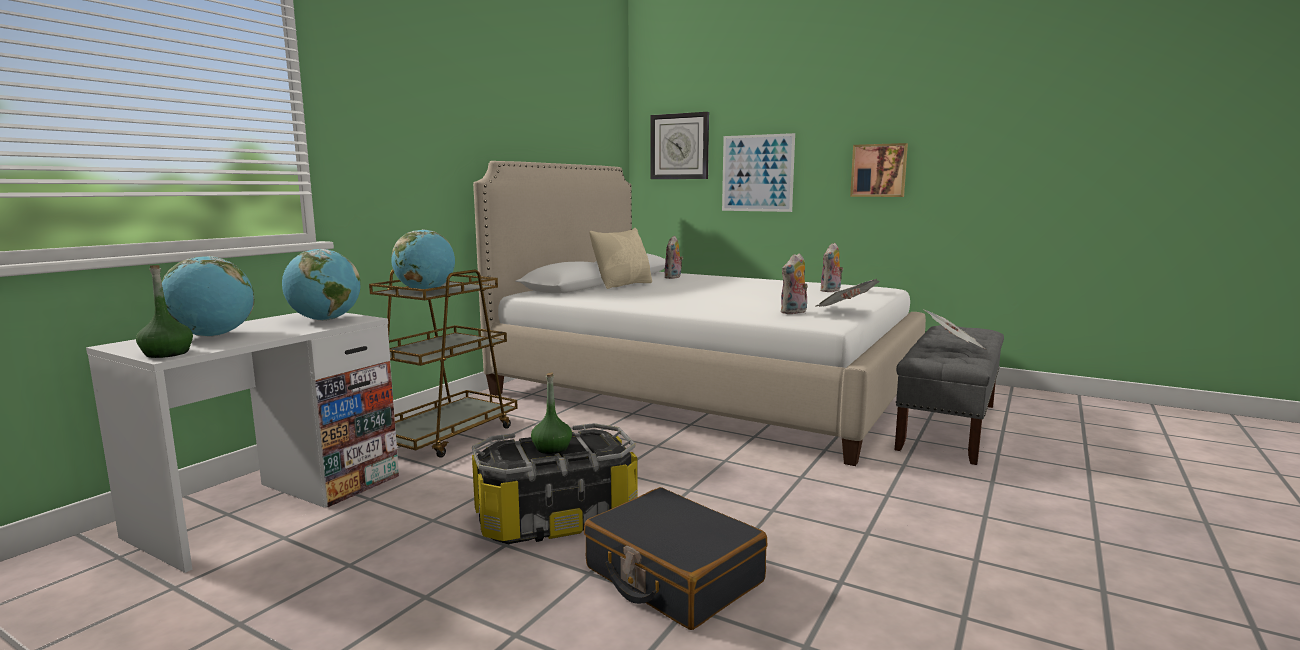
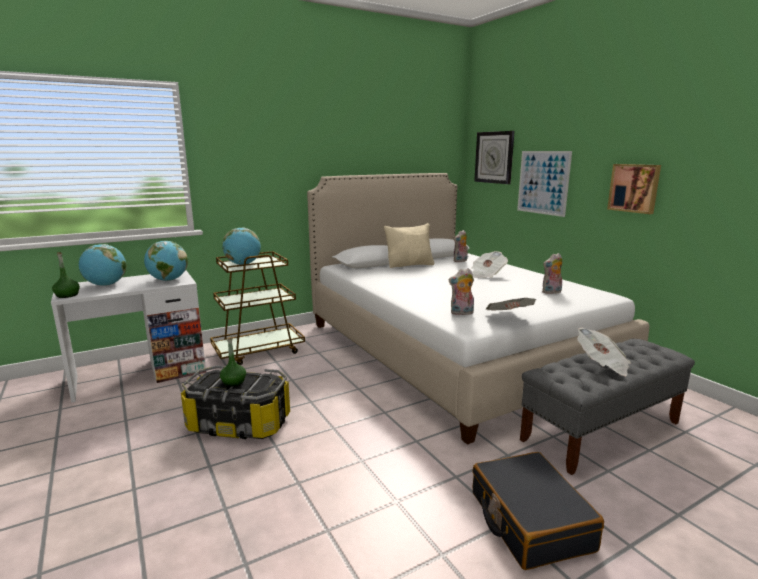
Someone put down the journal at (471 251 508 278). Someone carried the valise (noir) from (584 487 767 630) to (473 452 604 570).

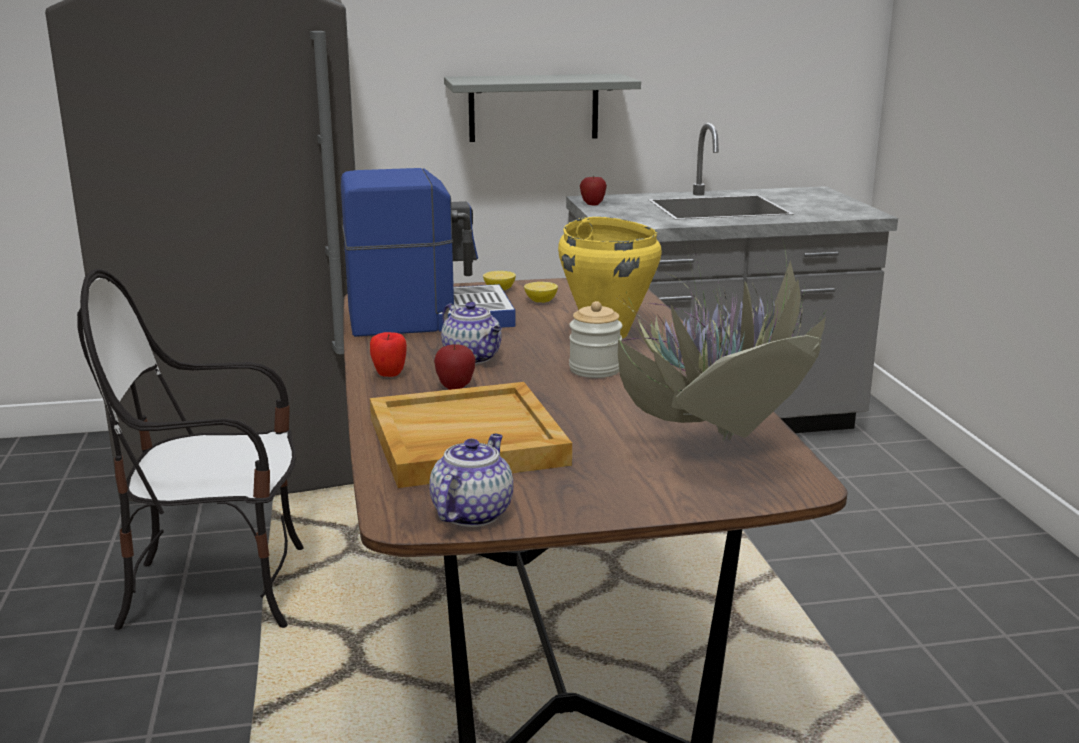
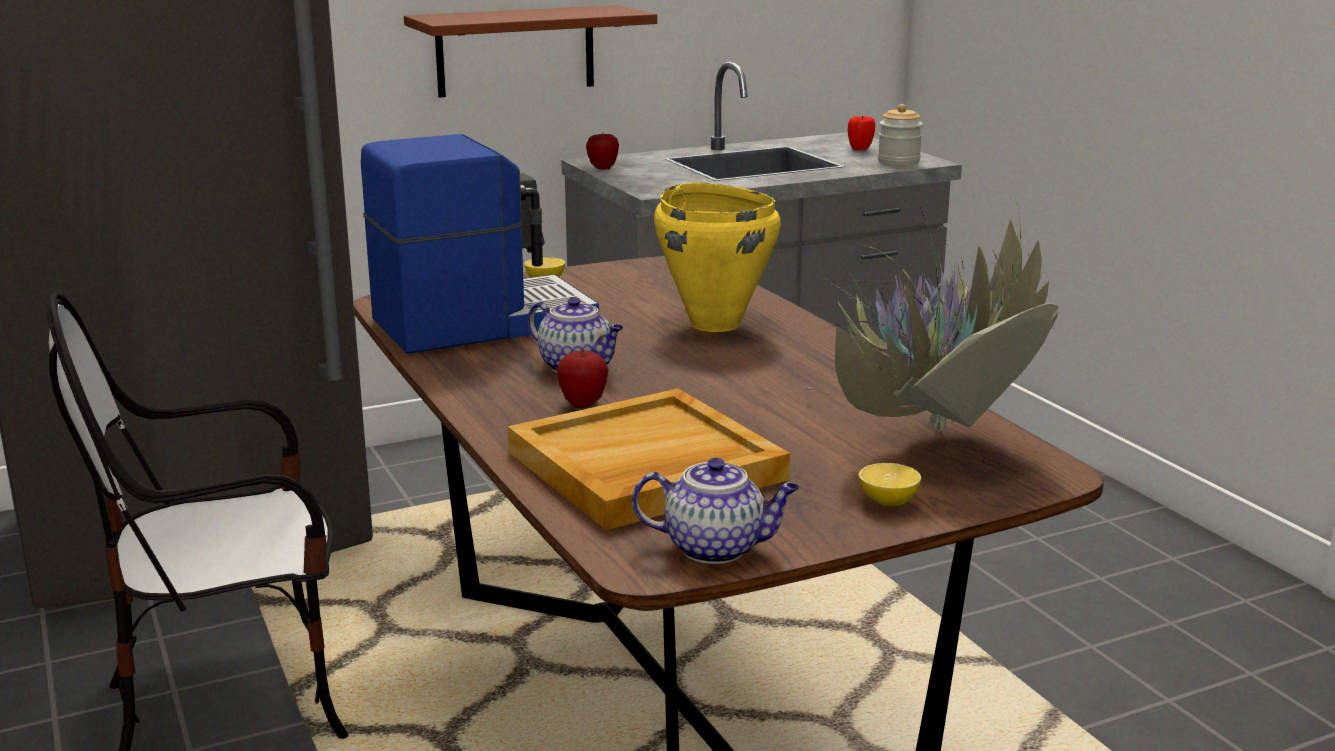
Someone repainted the étagère (gris) at (444 74 641 142), which became the étagère (marron) at (404 5 657 98). Someone rotated the théière at (429 434 513 527) by 90 degrees clockwise. Someone carried the pomme from (370 332 407 377) to (848 116 875 150). Someone carried the citron from (524 282 558 303) to (859 463 921 506). Someone carried the bocal from (569 301 623 378) to (878 104 923 166).

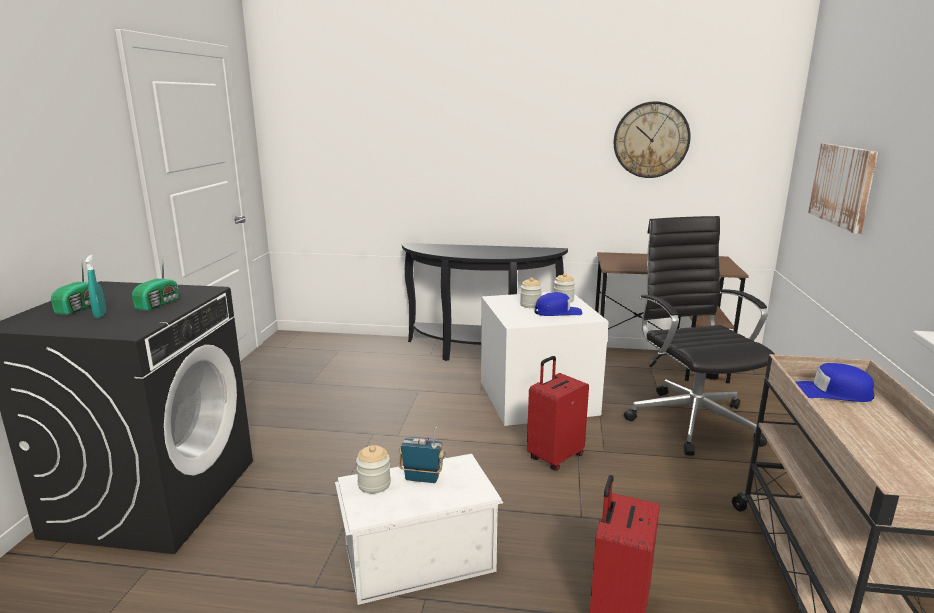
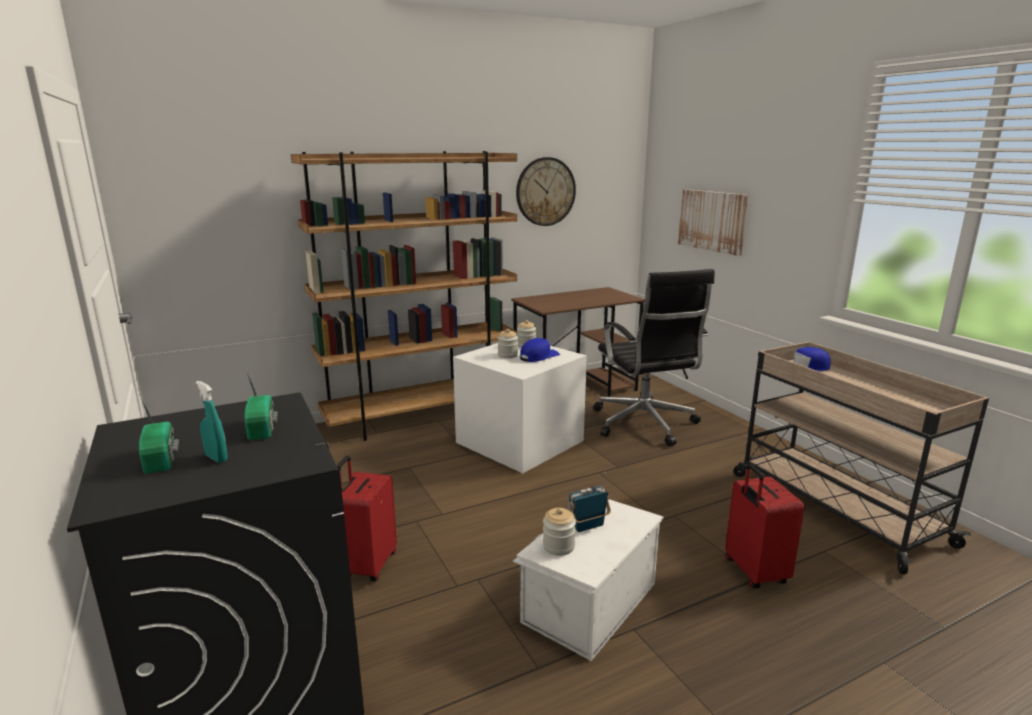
Someone swapped the table console (noir) at (402 243 568 361) for the bibliothèque (marron) at (291 151 517 441). Someone carried the valise (rouge) from (527 356 589 471) to (337 456 397 581). Someone rotated the chaise de bureau (noir) at (624 216 775 456) by 150 degrees counterclockwise.

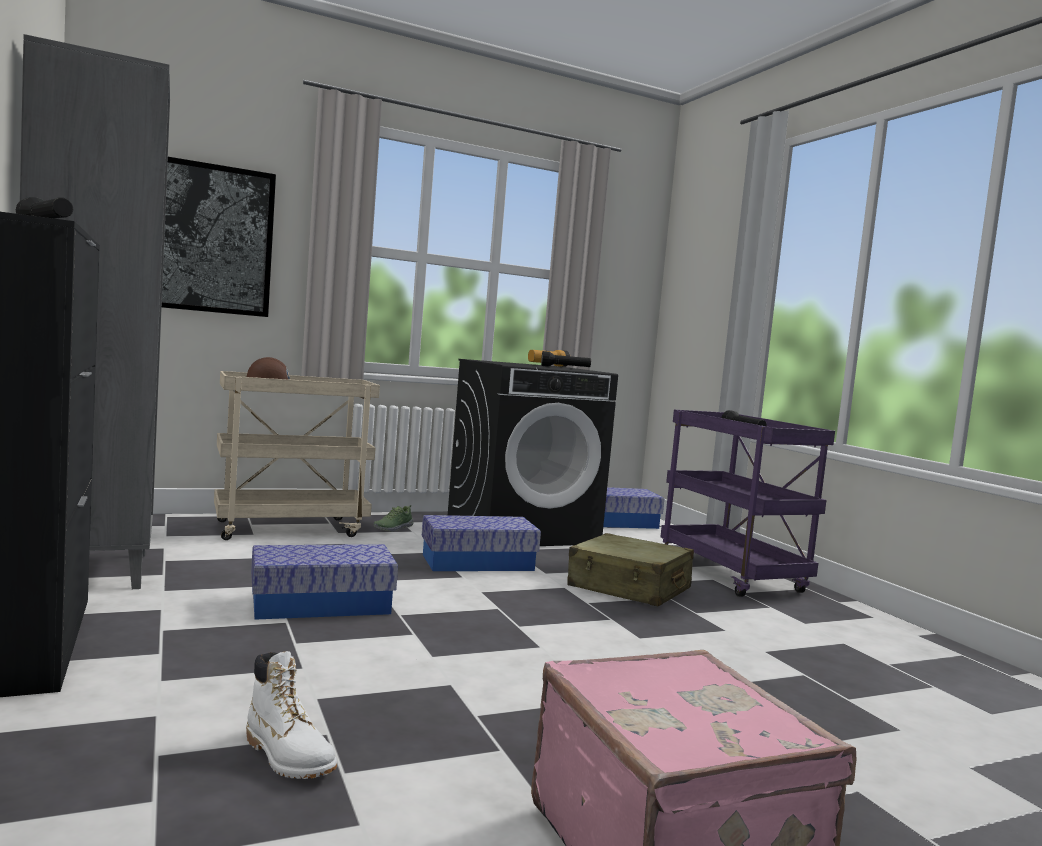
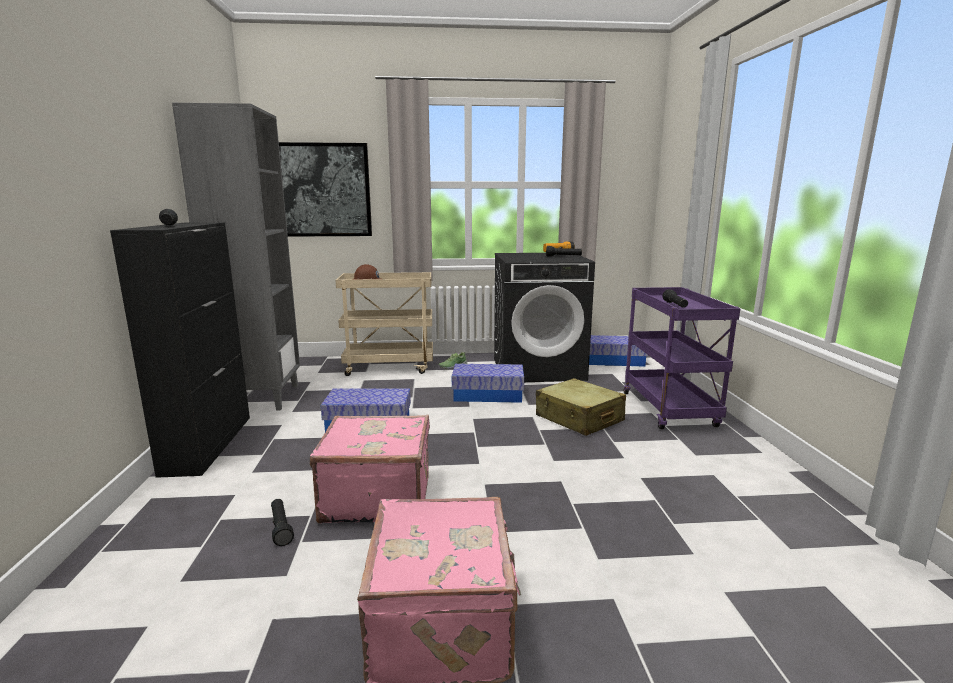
Someone swapped the botte (blanc) at (246 651 337 779) for the lampe de poche (noir) at (271 499 294 546). Someone put down the valise (rose) at (310 415 430 524).

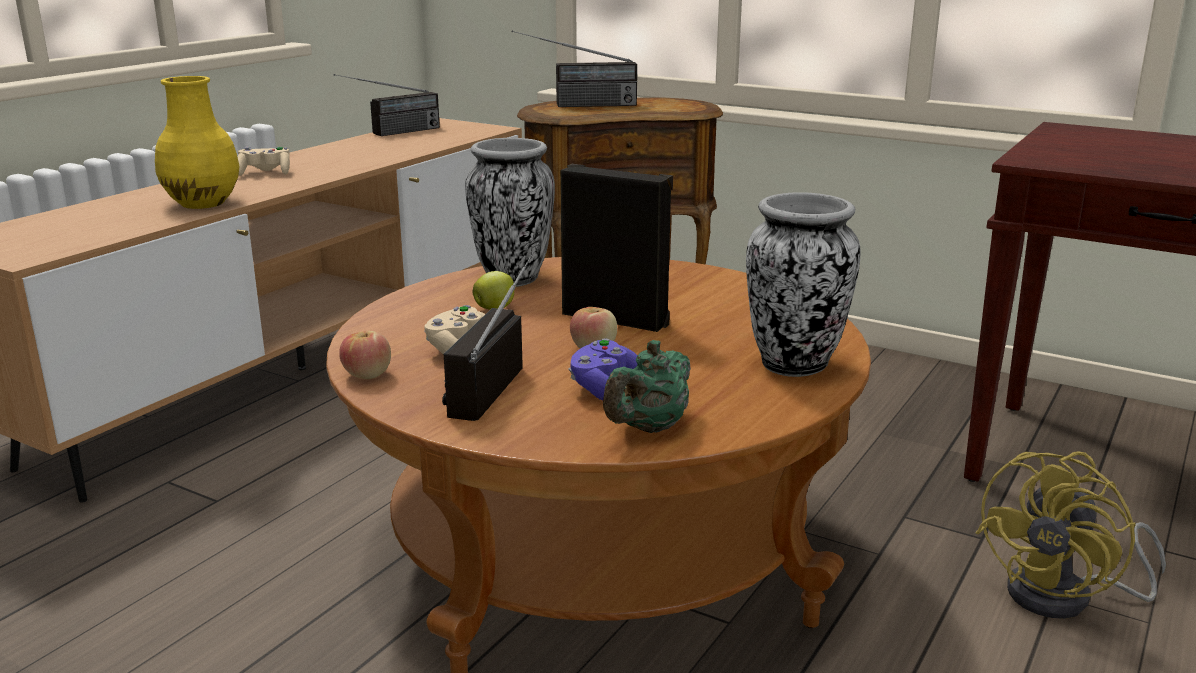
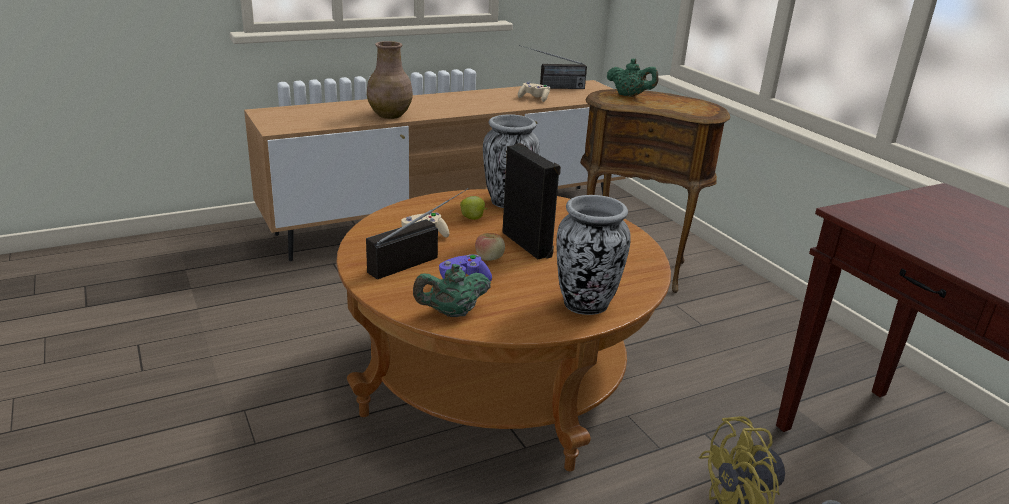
Someone repainted the vase (jaune) at (155 76 240 209), which became the vase (marron) at (367 41 413 119). Someone carried the manette (beige) from (237 146 290 176) to (518 82 550 102). Someone swapped the radio at (512 30 637 107) for the théière (vert) at (607 59 658 97). Someone took away the pomme at (339 331 391 379).

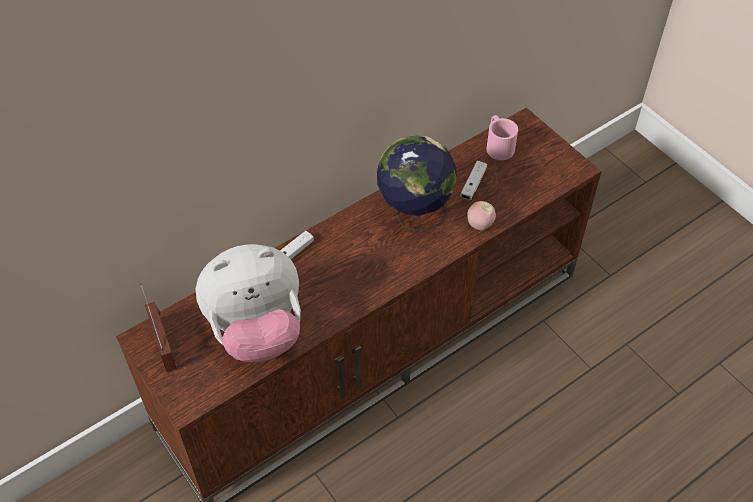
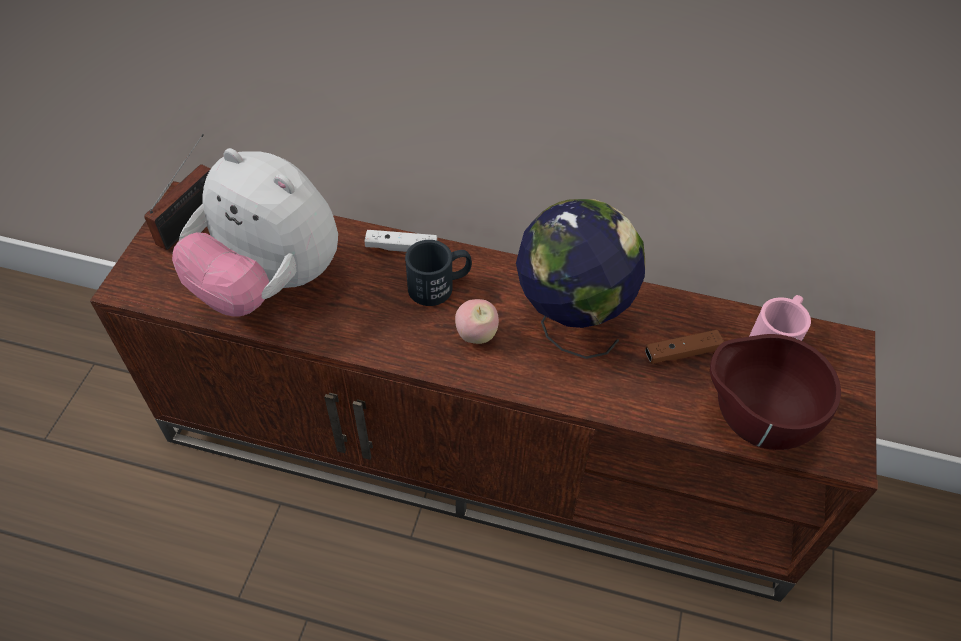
Someone put down the mug (noir) at (405 240 472 306). Someone carried the pomme from (467 201 496 231) to (455 299 499 344). Someone repainted the manette (blanc) at (460 161 487 200), which became the manette (marron) at (645 330 724 364). Someone put down the bol (marron) at (710 334 841 450).

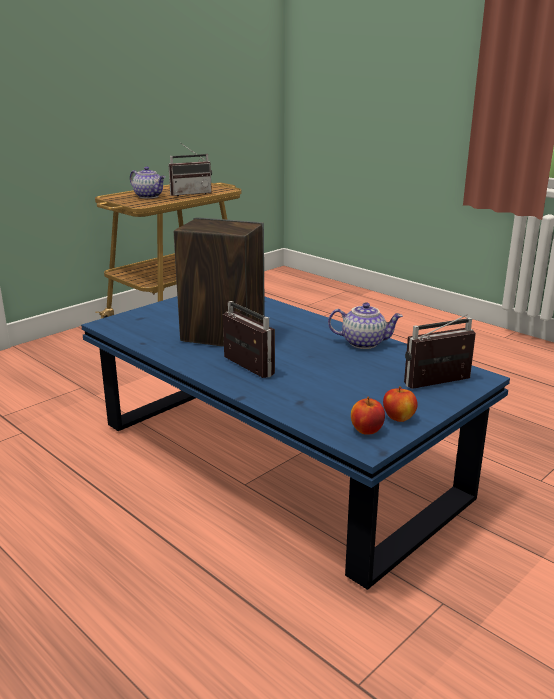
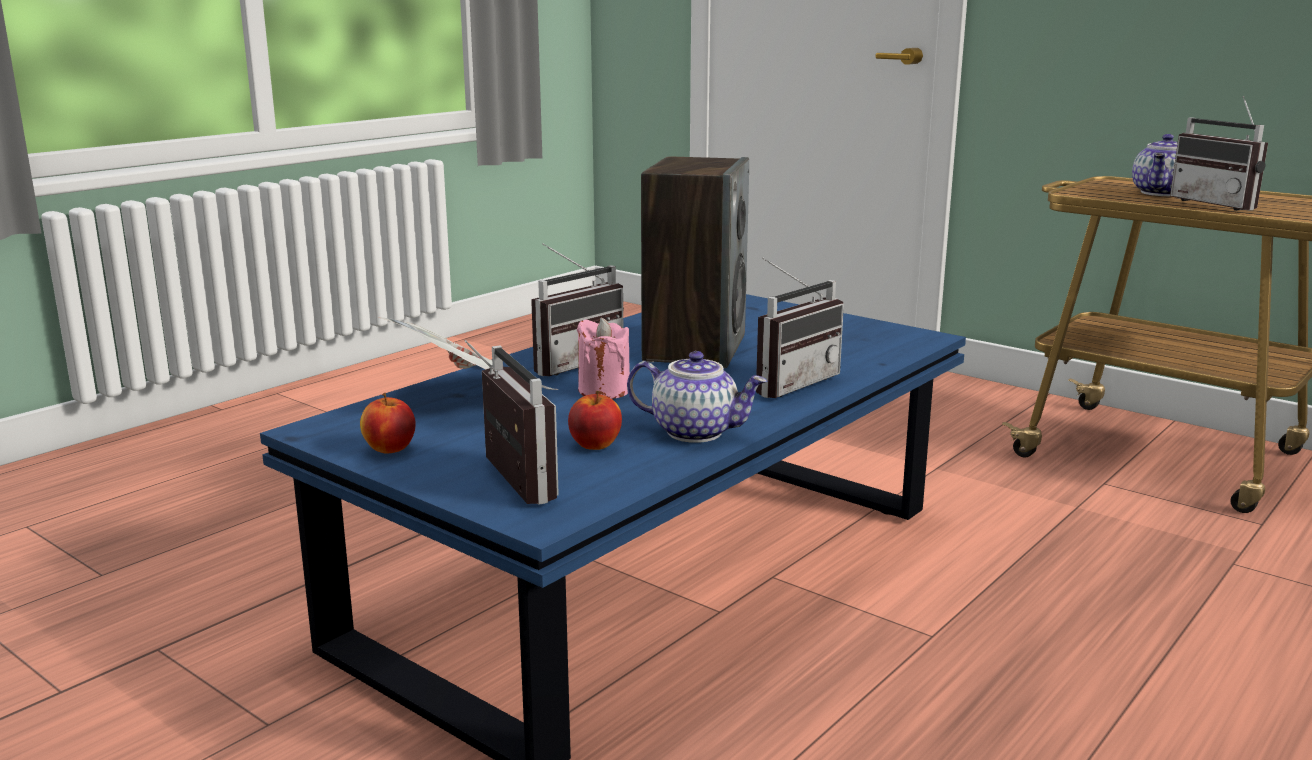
Someone put down the journal at (381 318 558 390). Someone carried the pomme from (351 396 385 435) to (568 391 622 450). Someone put down the bougie (rose) at (577 318 630 399). Someone rotated the théière at (328 302 403 349) by 75 degrees counterclockwise. Someone put down the radio at (756 257 844 398).

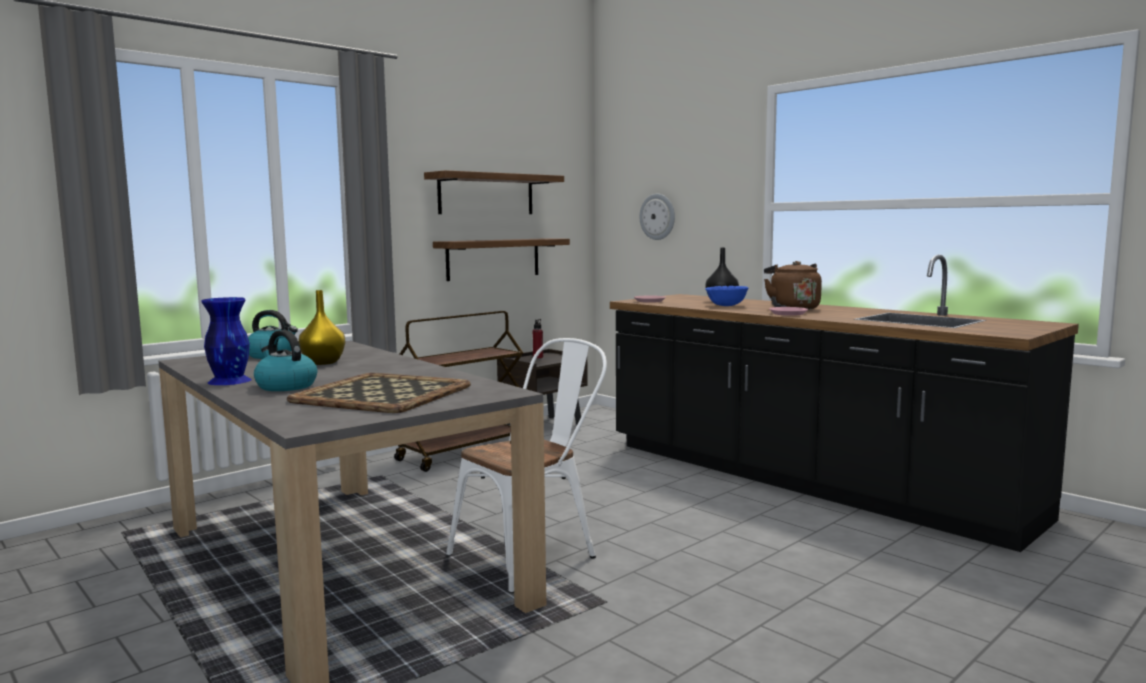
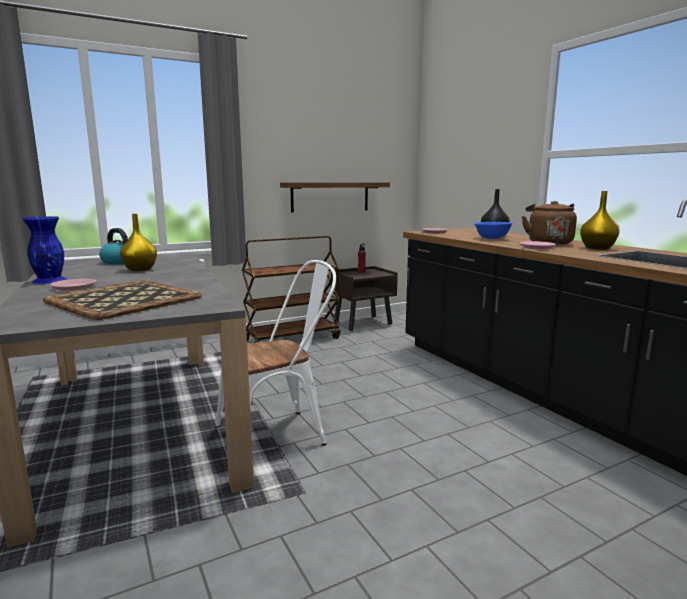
Someone swapped the bouilloire at (254 330 317 391) for the assiette (rose) at (50 278 96 291). Someone put down the vase (jaune) at (580 191 620 250). Someone took away the étagère at (424 170 564 214). Someone took away the horloge murale at (640 194 675 240).

